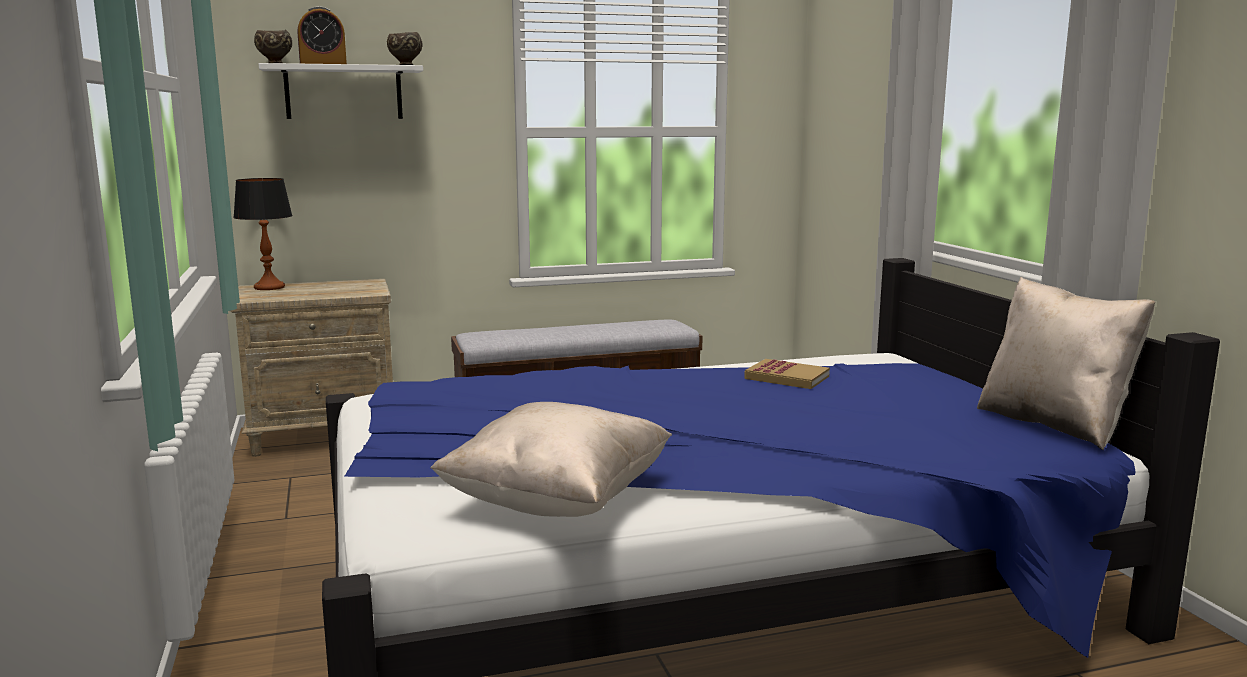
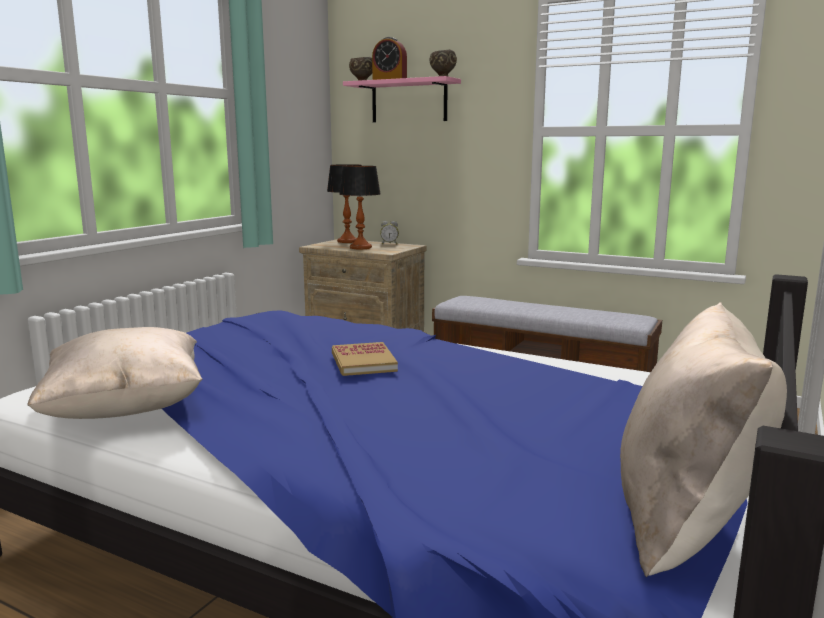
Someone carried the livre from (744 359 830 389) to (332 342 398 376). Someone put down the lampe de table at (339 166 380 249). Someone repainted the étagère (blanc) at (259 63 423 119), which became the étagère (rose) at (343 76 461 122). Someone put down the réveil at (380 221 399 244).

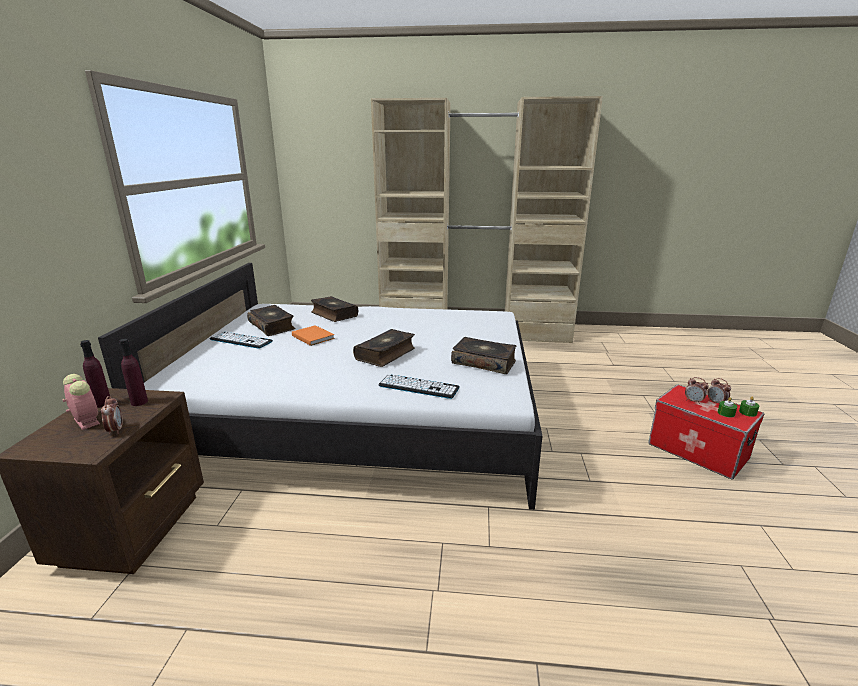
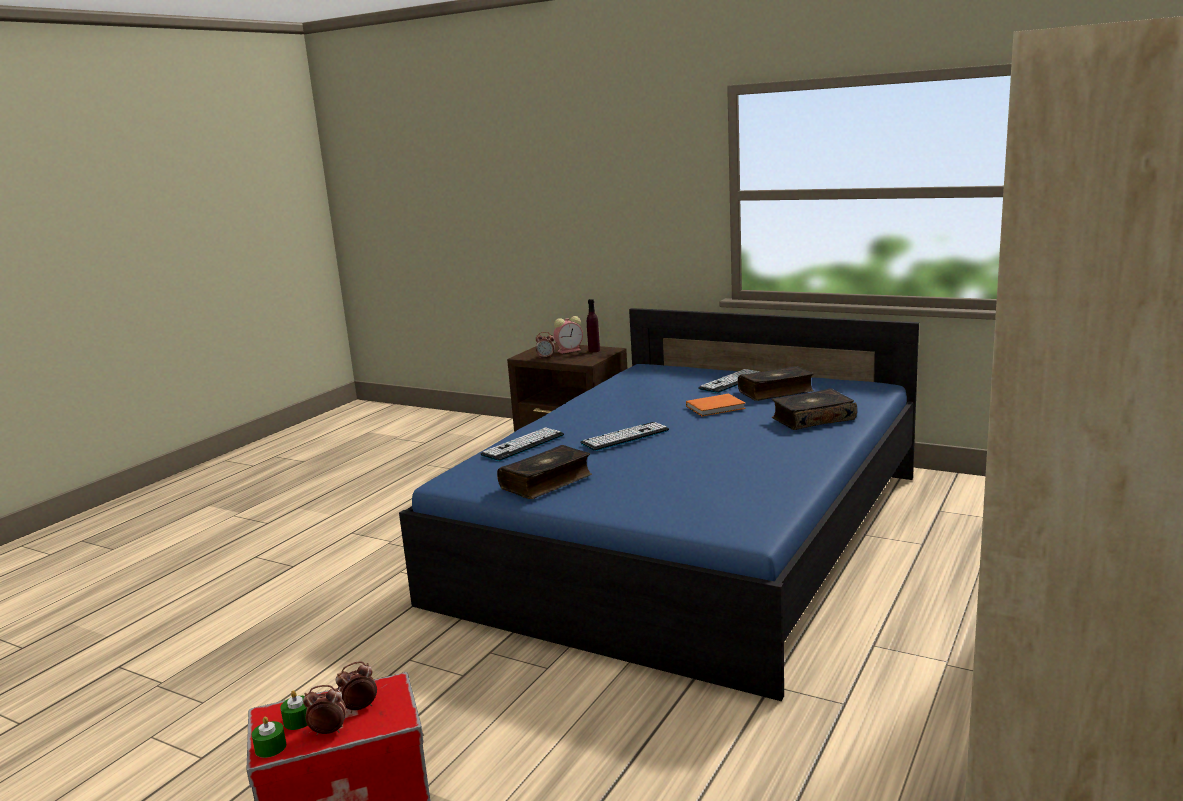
Someone repainted the lit (blanc) at (98 263 542 510), which became the lit (bleu) at (399 308 919 701). Someone swapped the livre at (353 329 415 367) for the clavier at (580 422 669 451). Someone took away the bouteille (violet) at (119 339 148 406).

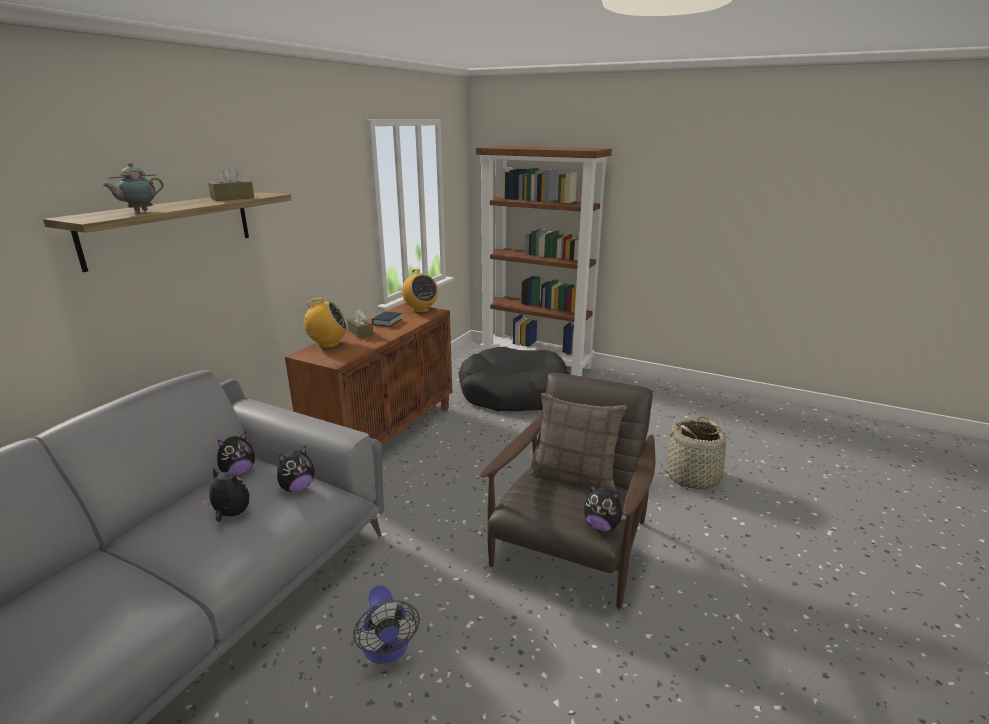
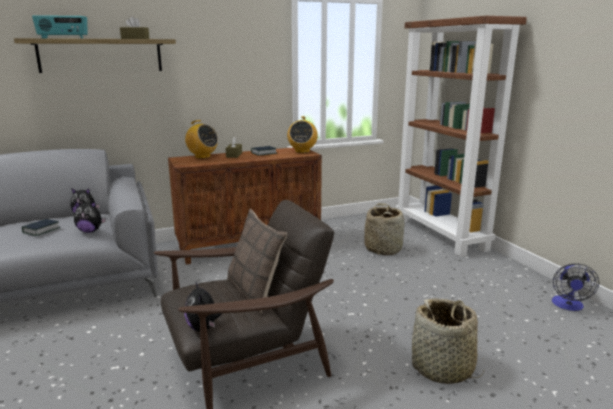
Someone swapped the peluche at (203 467 249 522) for the livre at (22 219 61 236). Someone swapped the théière at (102 163 164 212) for the radio at (32 15 88 39). Someone swapped the panier pour chien (noir) at (458 347 569 411) for the panier at (364 203 404 255). Someone carried the ventilateur from (353 585 420 664) to (552 263 599 311).

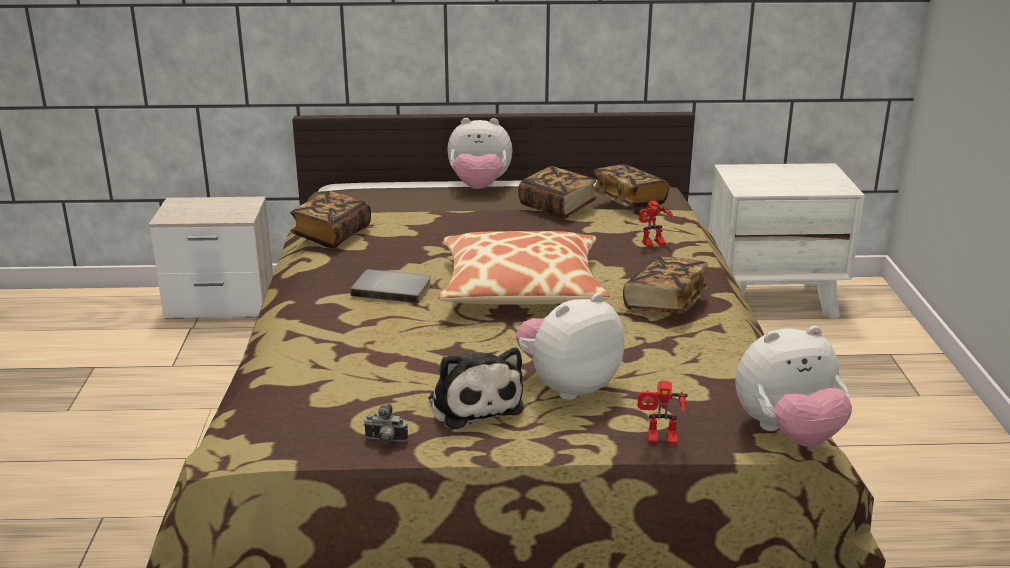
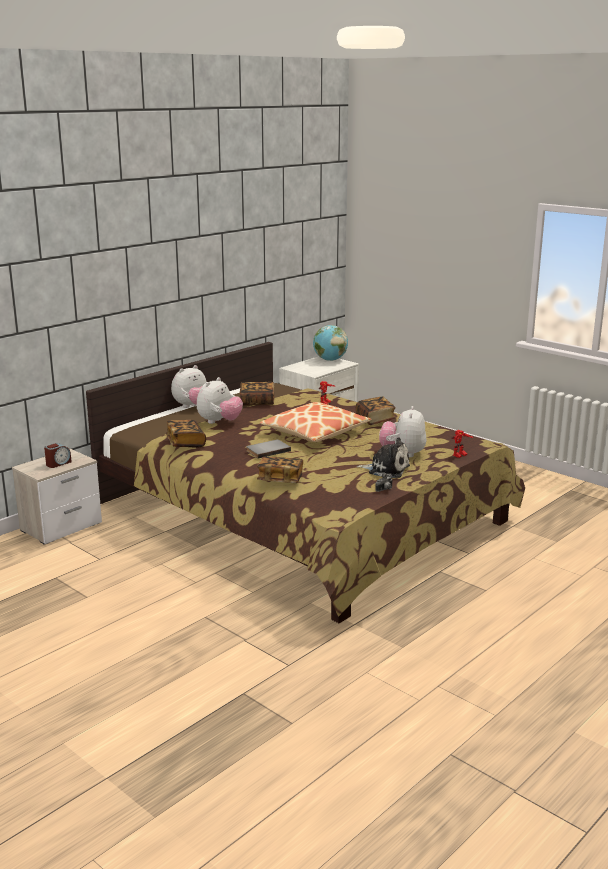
Someone put down the réveil at (44 443 72 468). Someone carried the peluche from (735 326 852 446) to (197 377 243 424). Someone carried the livre from (592 164 669 208) to (257 457 303 483). Someone put down the globe at (313 325 348 361).

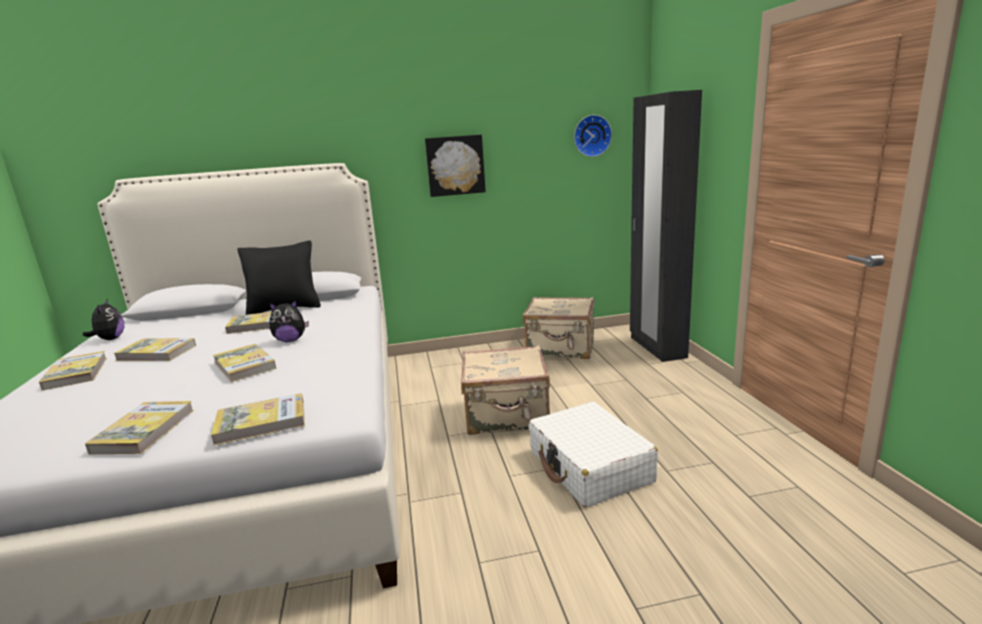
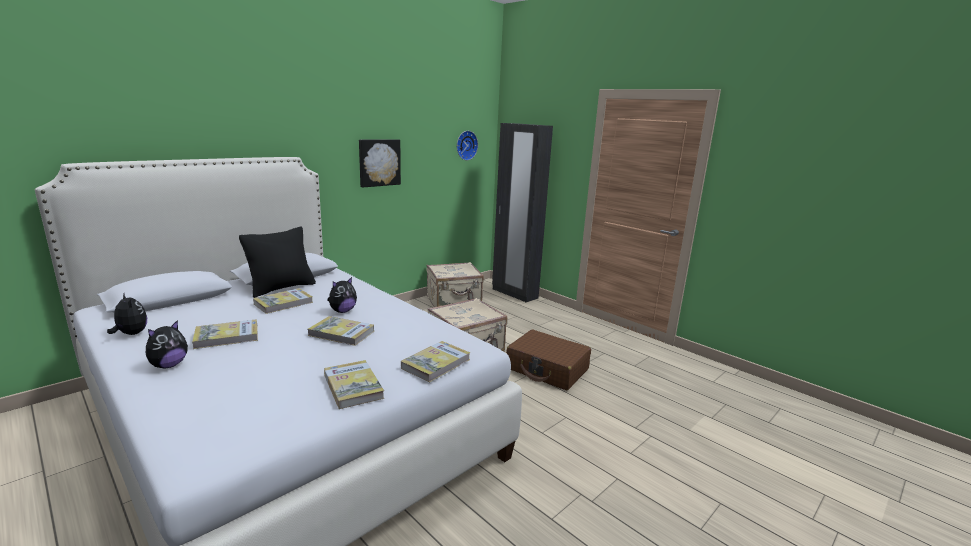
Someone swapped the livre at (39 351 107 391) for the peluche at (145 320 188 368). Someone repainted the valise (blanc) at (529 402 658 508), which became the valise (marron) at (506 329 591 390).

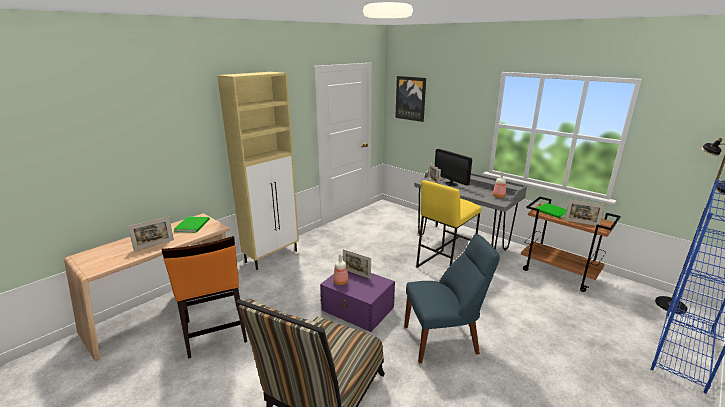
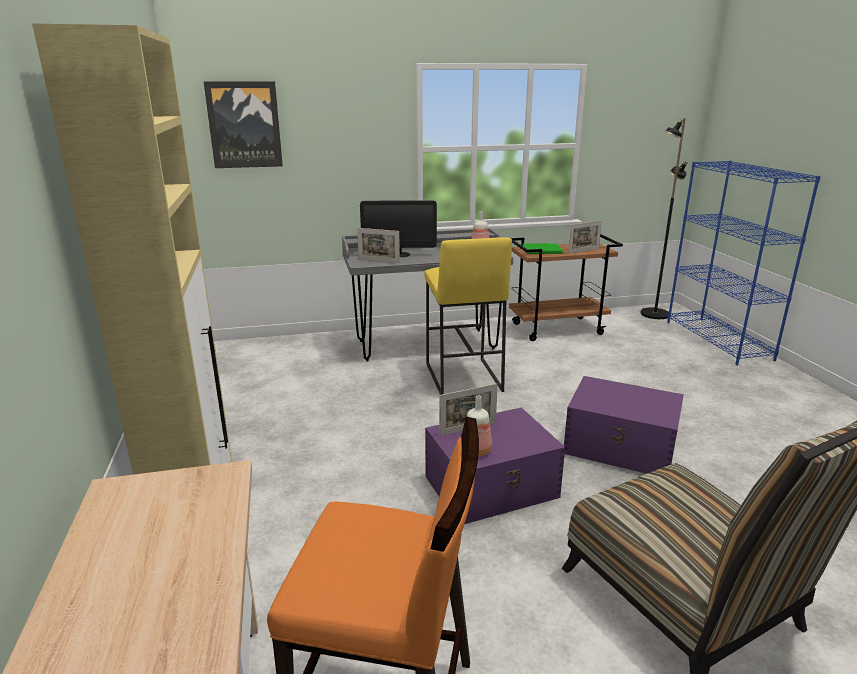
Someone swapped the chaise (bleu) at (404 234 500 363) for the boîte de rangement (violet) at (564 376 684 474). Someone took away the cadre photo at (128 217 174 251). Someone took away the livre (vert) at (174 217 210 232).

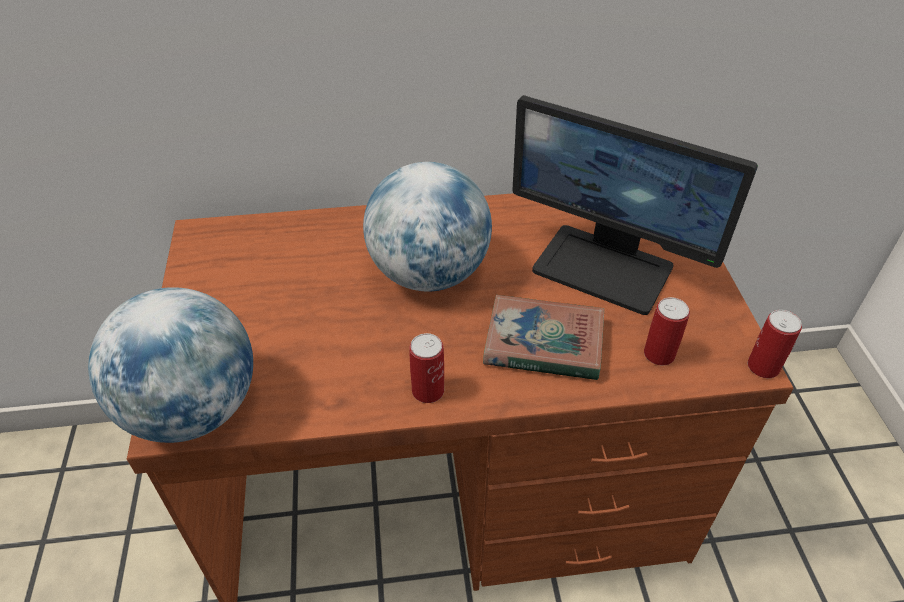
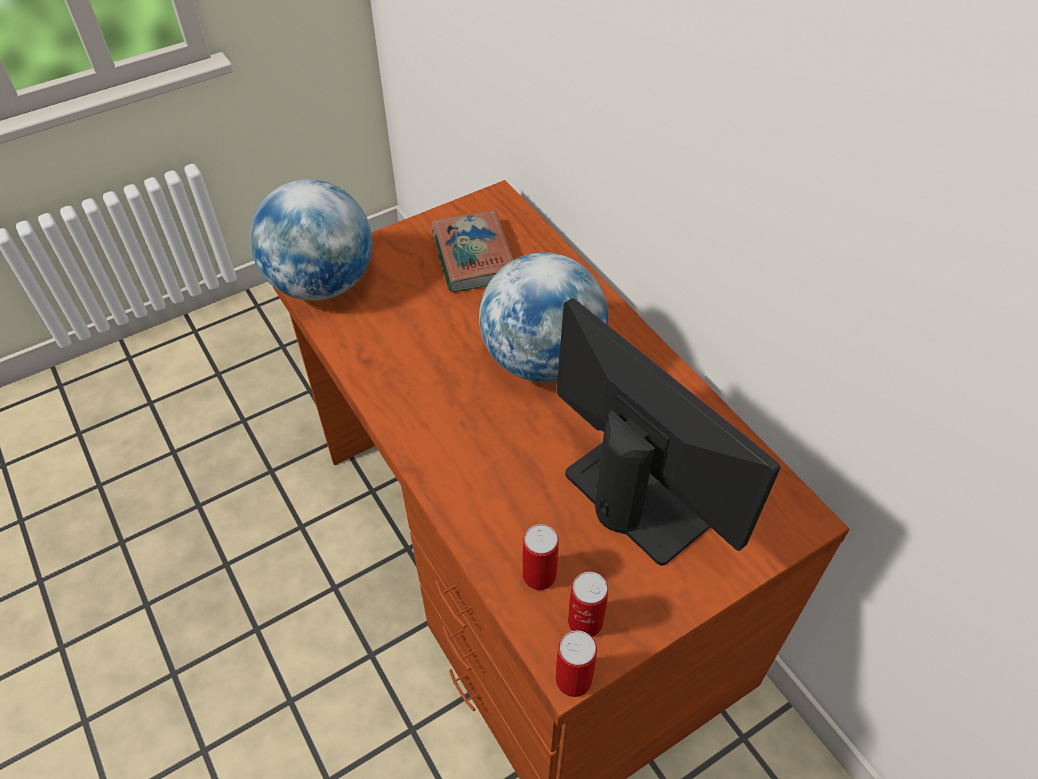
Someone carried the livre from (483 295 604 380) to (431 210 514 292). Someone rotated the écran d'ordinateur at (512 95 758 315) by 135 degrees clockwise. Someone carried the boîte métallique from (409 333 444 403) to (568 572 609 637).

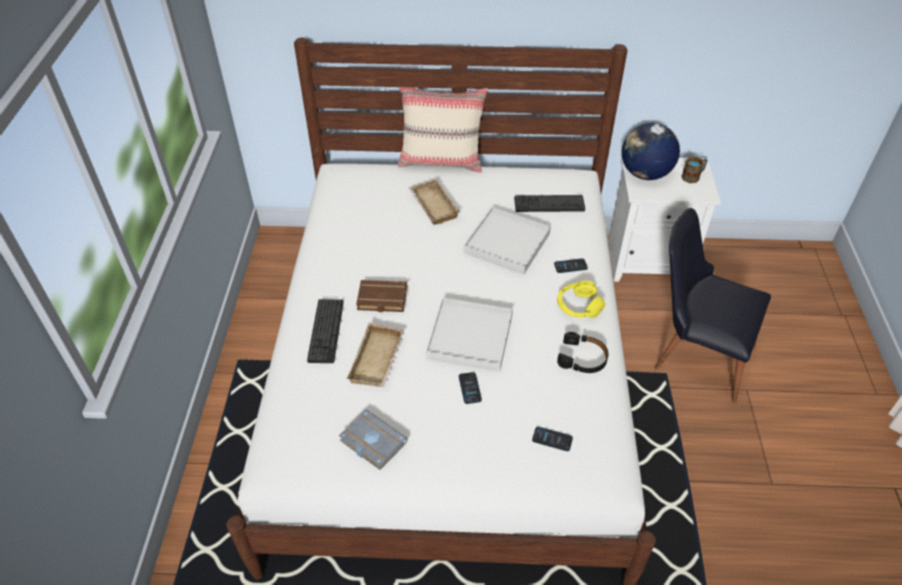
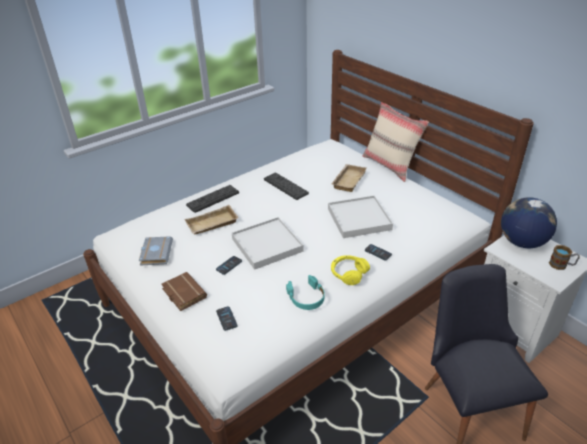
Someone carried the livre (marron) from (356 280 407 312) to (161 272 207 311). Someone carried the clavier from (514 195 585 212) to (264 172 309 200). Someone repainted the casque audio (noir) at (557 332 608 373), which became the casque audio (turquoise) at (286 275 325 310).

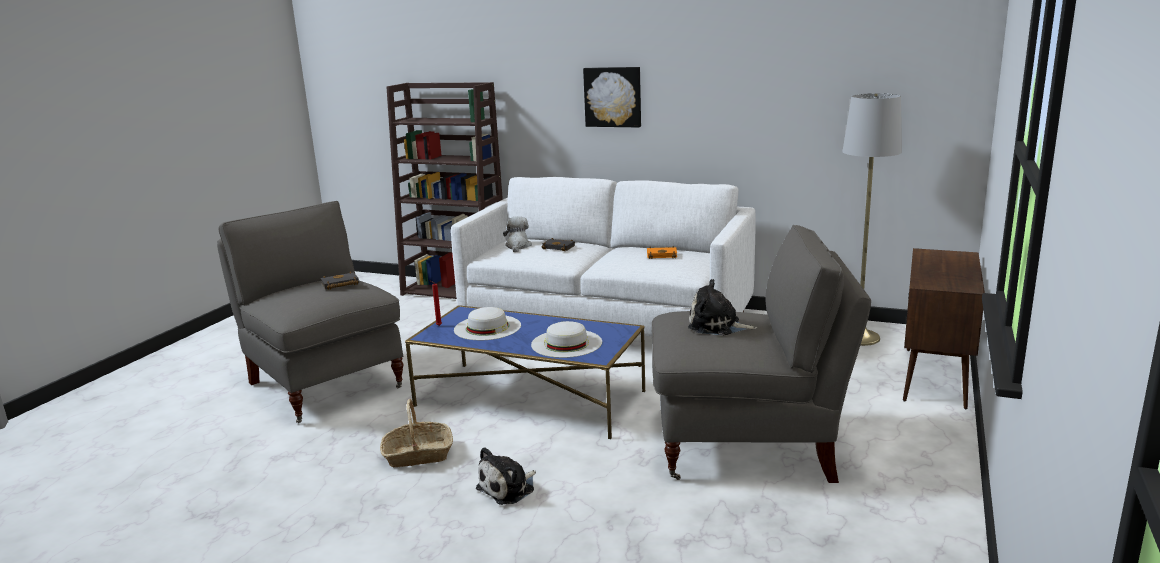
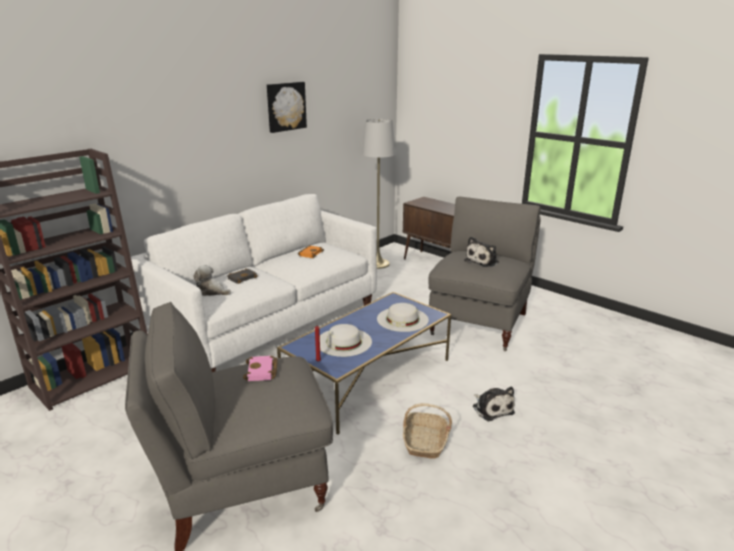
Someone repainted the livre (noir) at (321 272 359 290), which became the livre (rose) at (243 356 278 381). Someone carried the tableau from (583 67 641 128) to (267 82 307 133).

